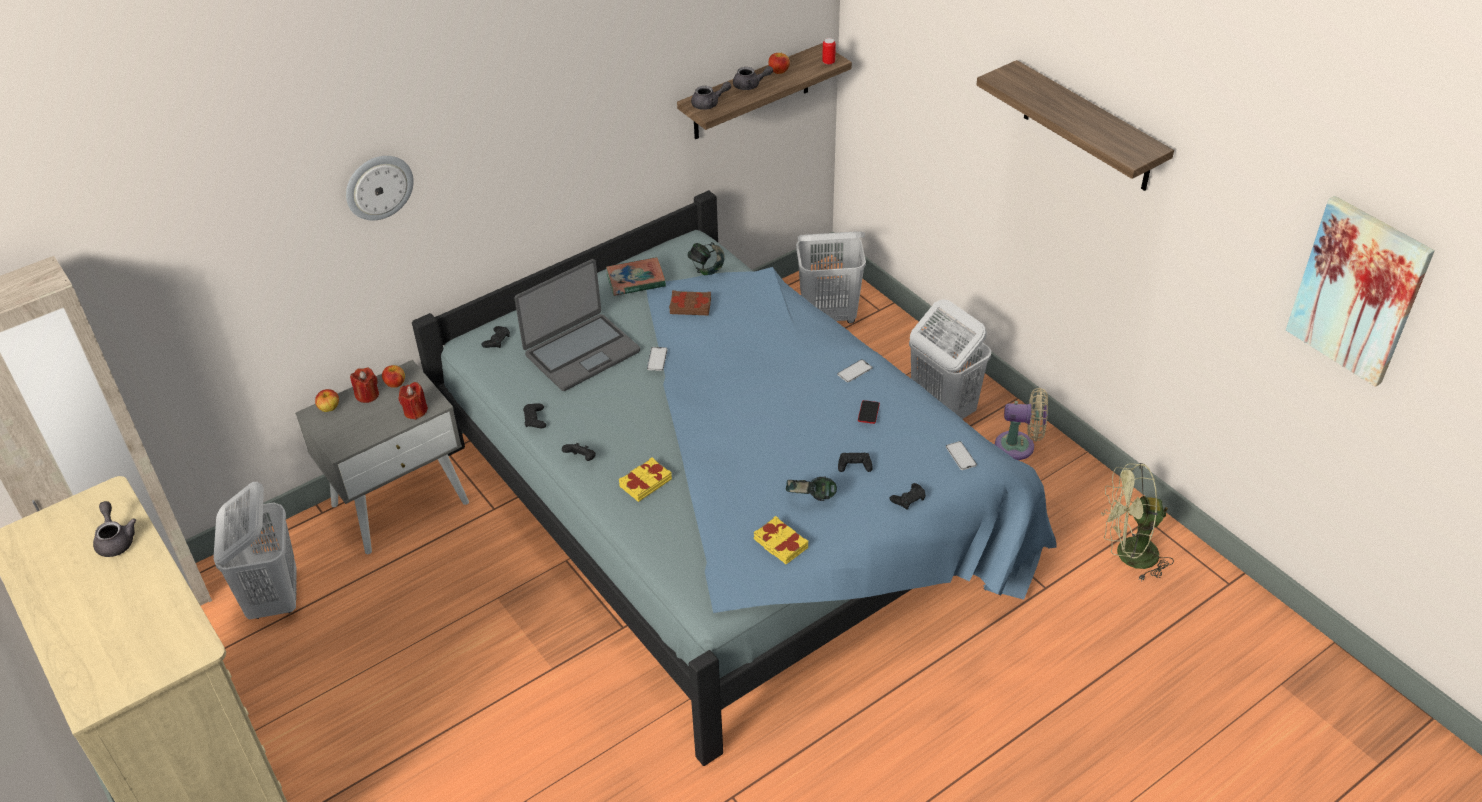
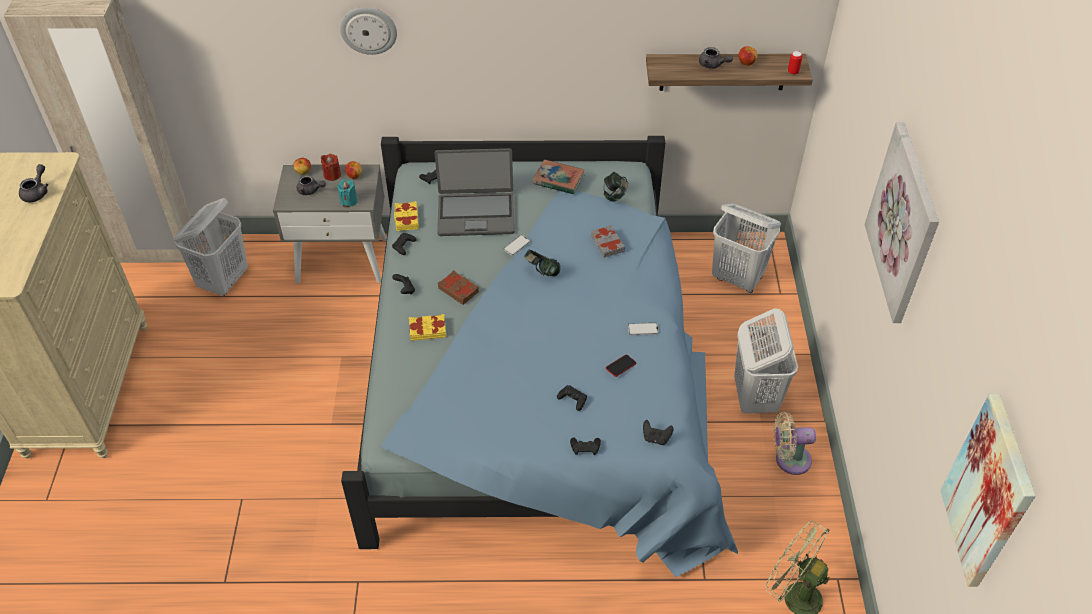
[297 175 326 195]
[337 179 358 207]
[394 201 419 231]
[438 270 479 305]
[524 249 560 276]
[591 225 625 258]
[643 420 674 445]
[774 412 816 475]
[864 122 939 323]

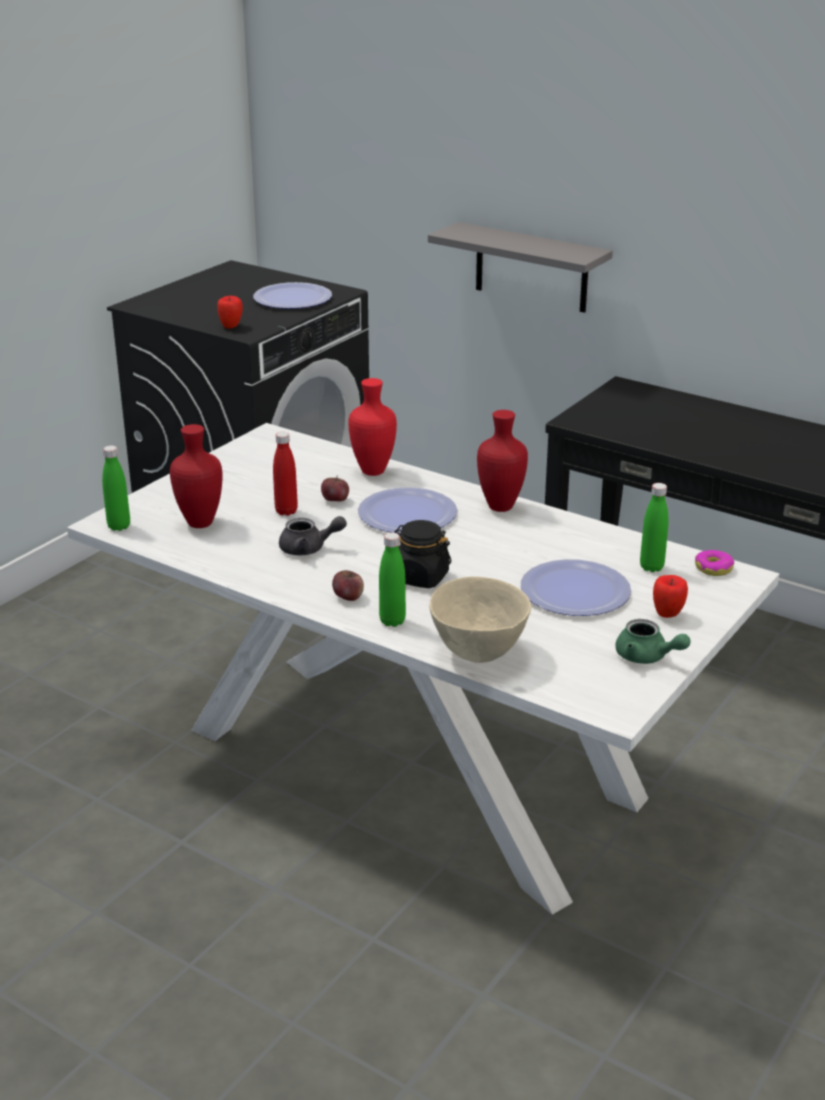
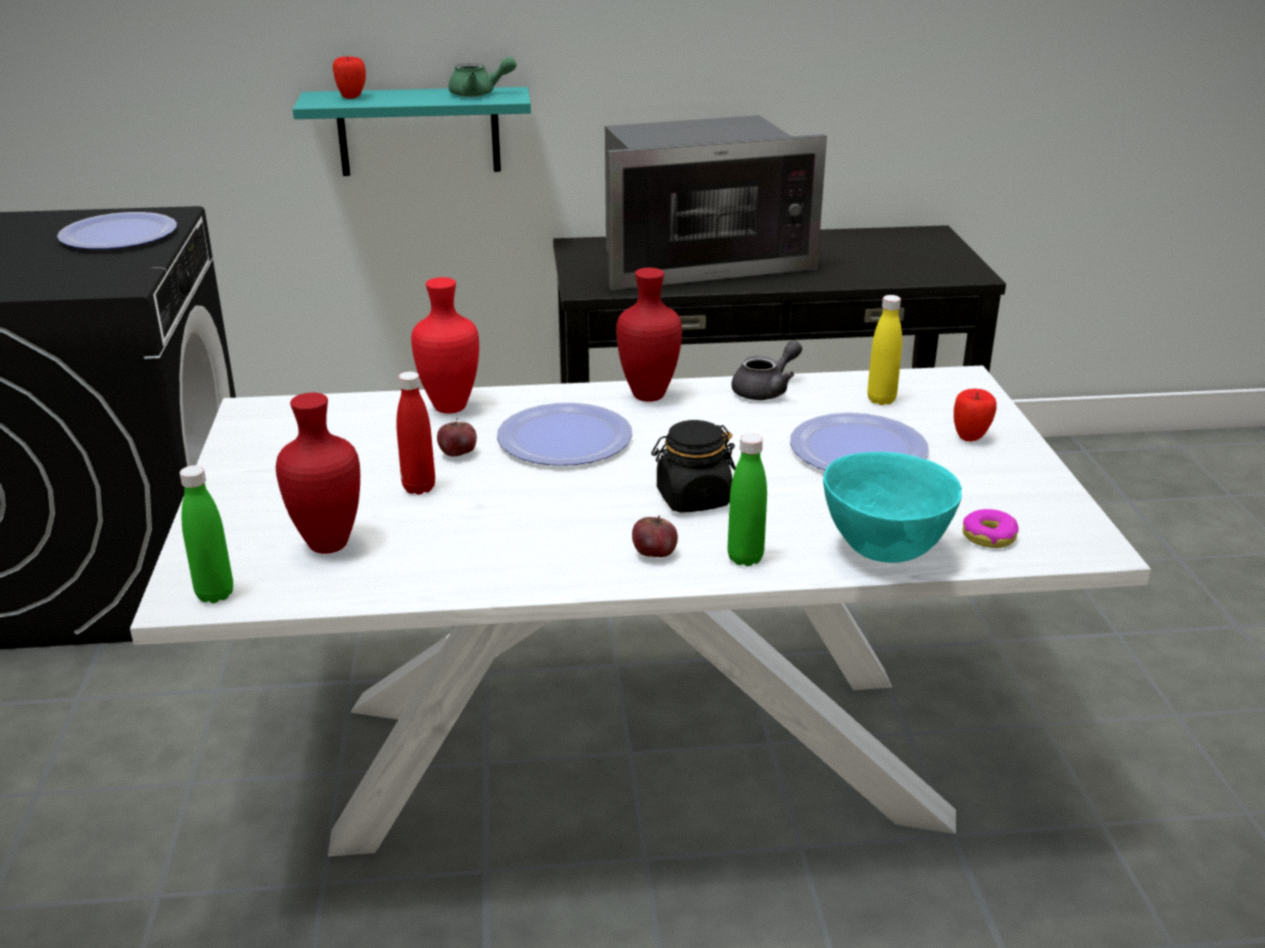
[293 87 531 176]
[333 56 366 99]
[448 57 517 97]
[605 115 827 291]
[732 340 802 400]
[823 452 962 563]
[867 295 902 405]
[962 509 1019 548]

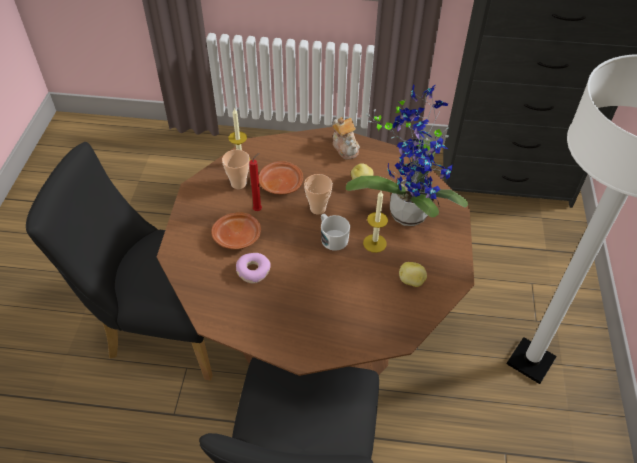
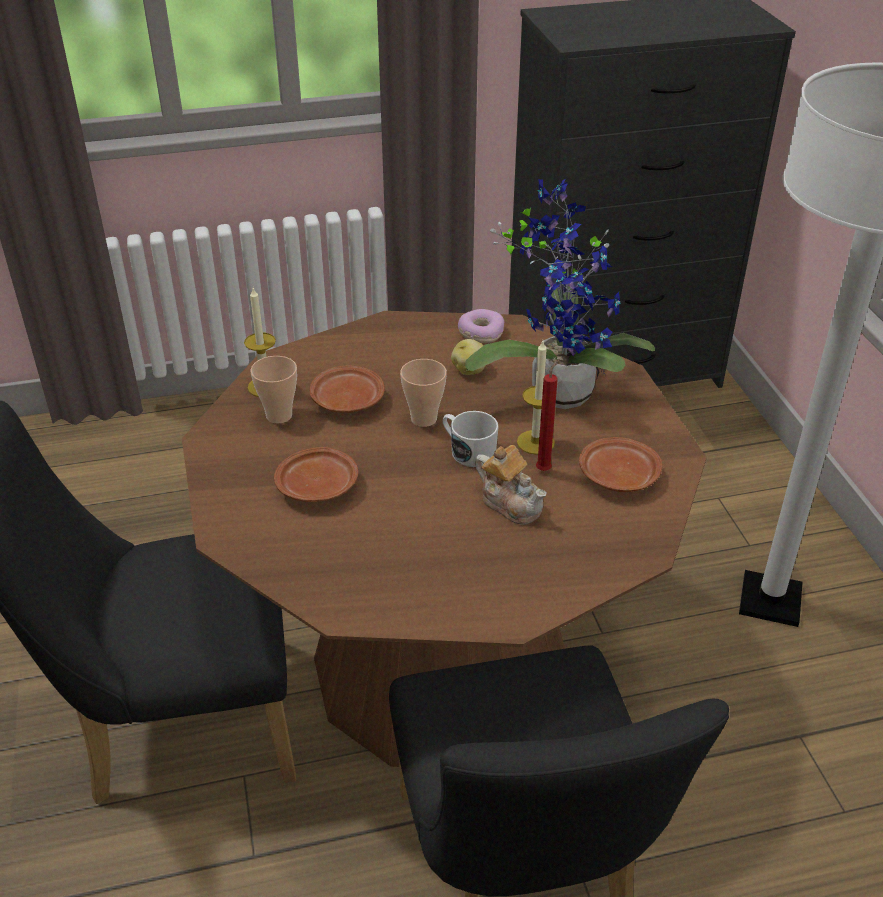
[458 309 504 343]
[475 445 547 525]
[536 359 558 471]
[579 437 662 492]

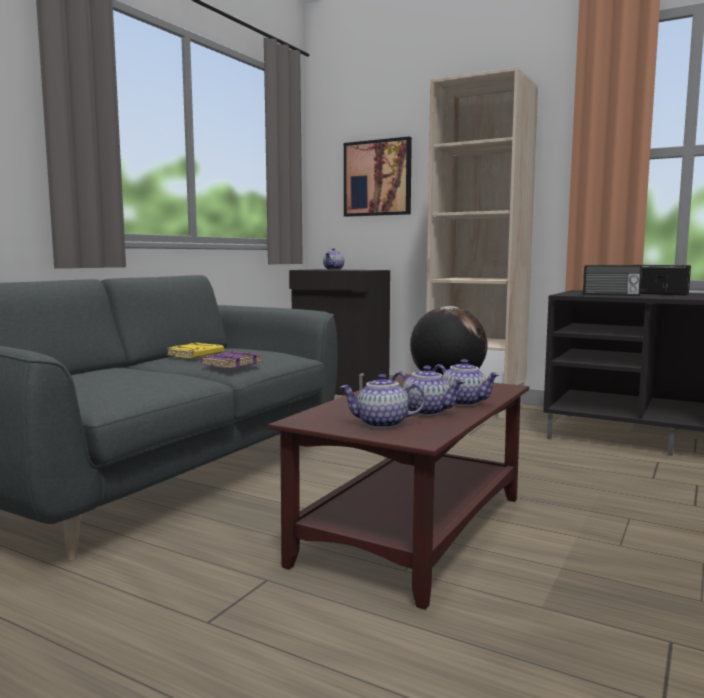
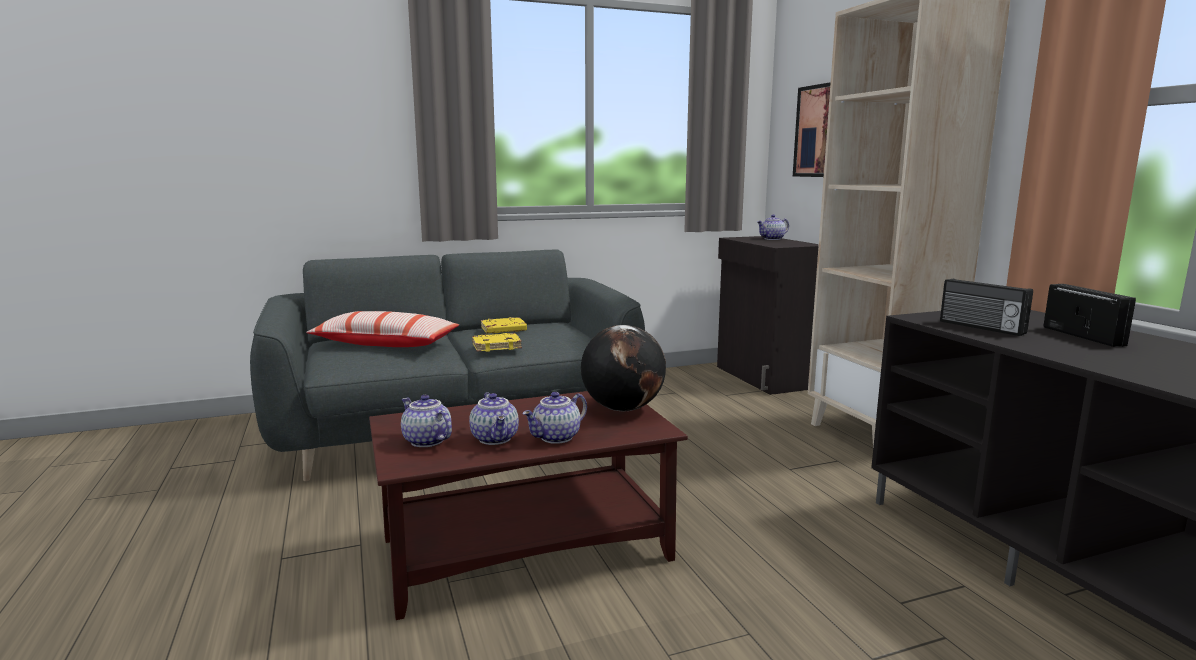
[306 311 459 347]
[472 333 522 352]
[522 392 587 444]

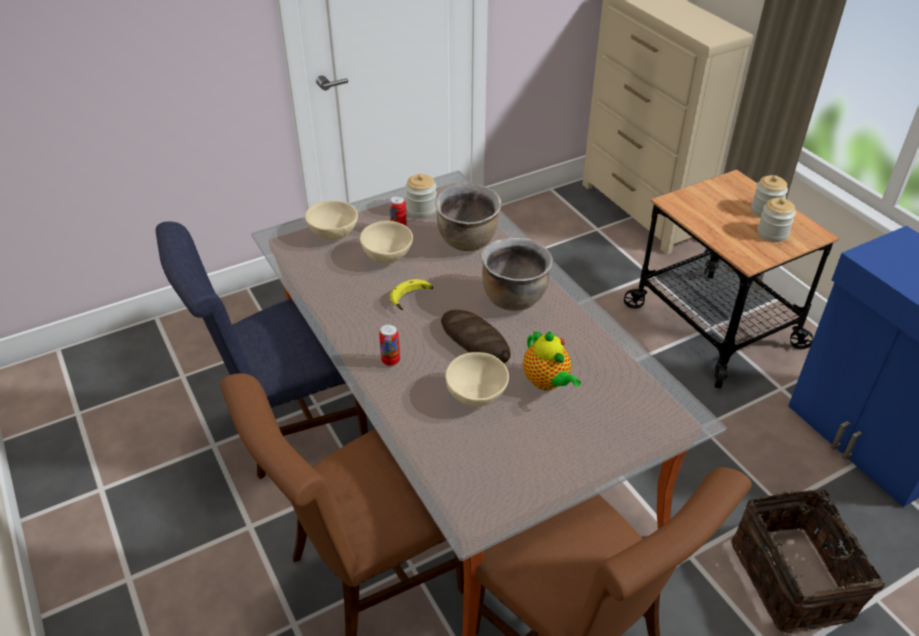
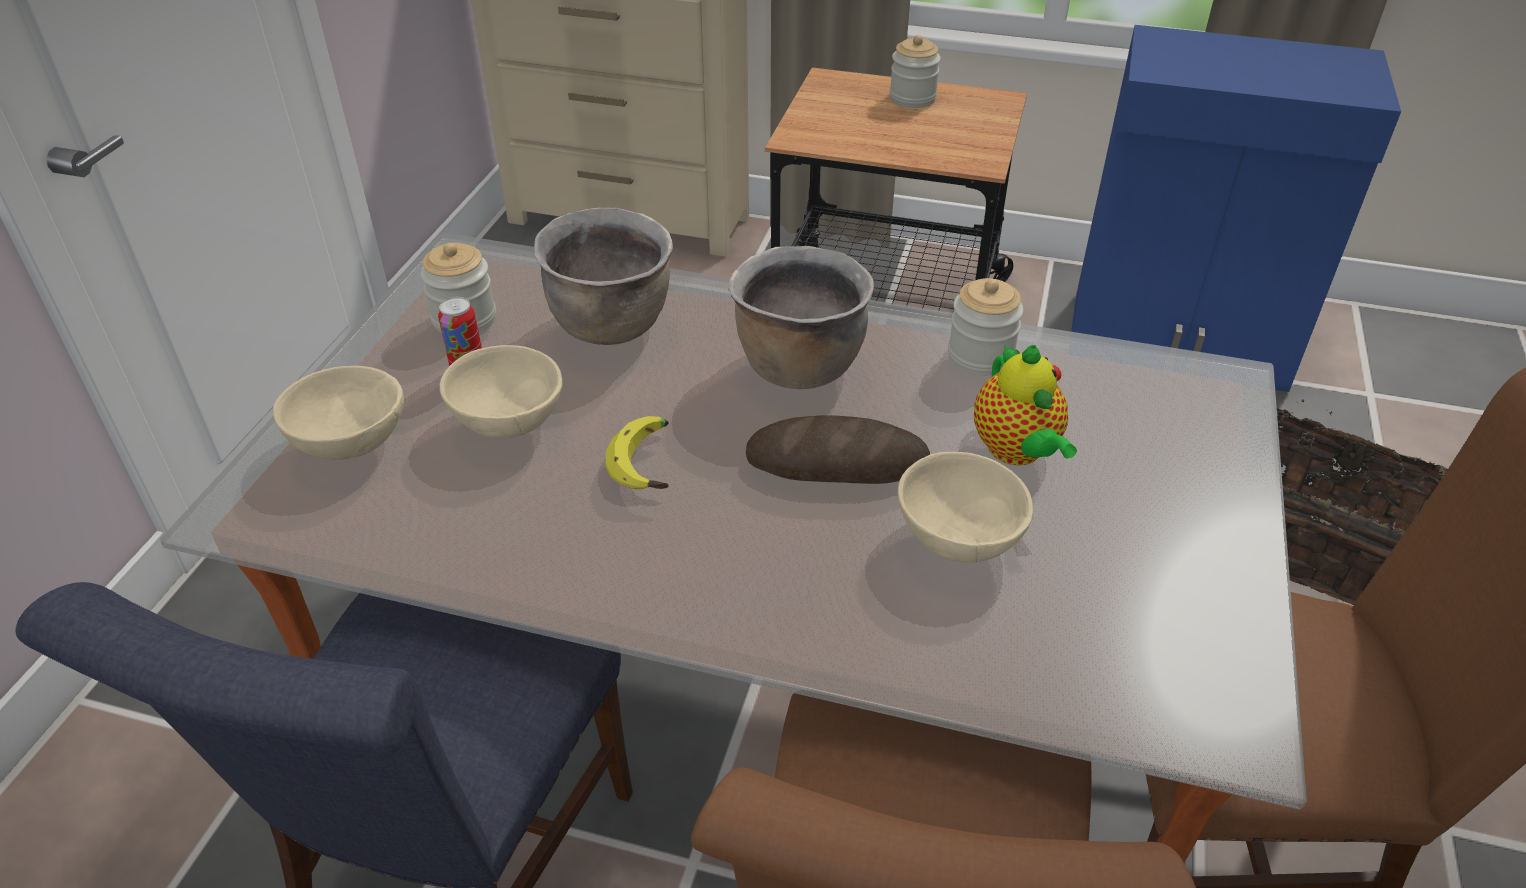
[948 278 1024 376]
[974 345 1077 465]
[379 324 400 366] (first image)

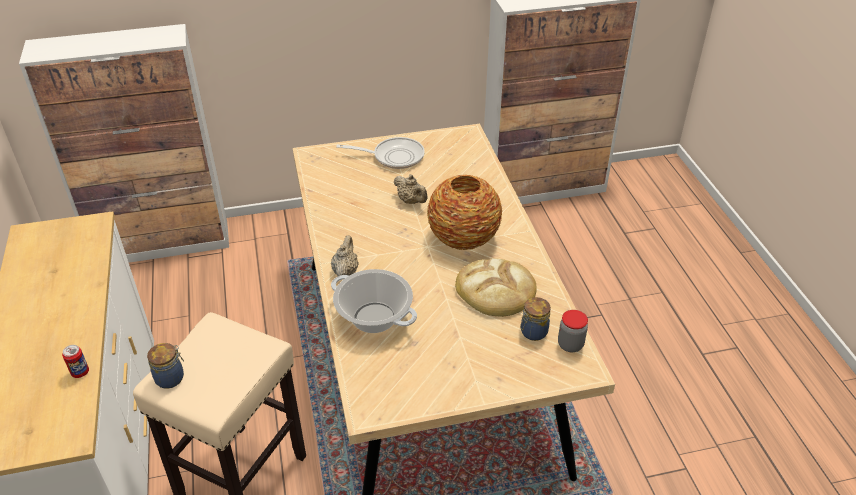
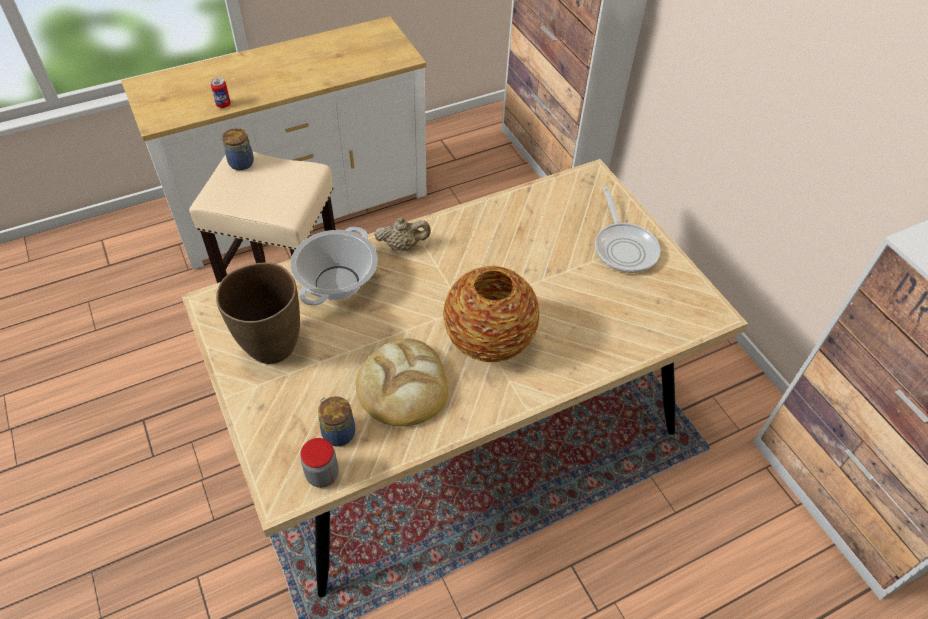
[216 262 300 364]
[394 174 427 204] (first image)

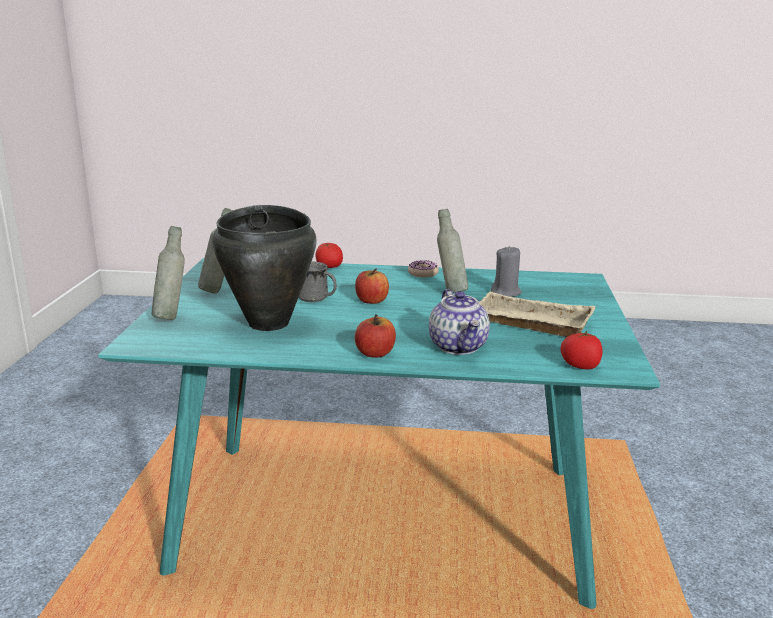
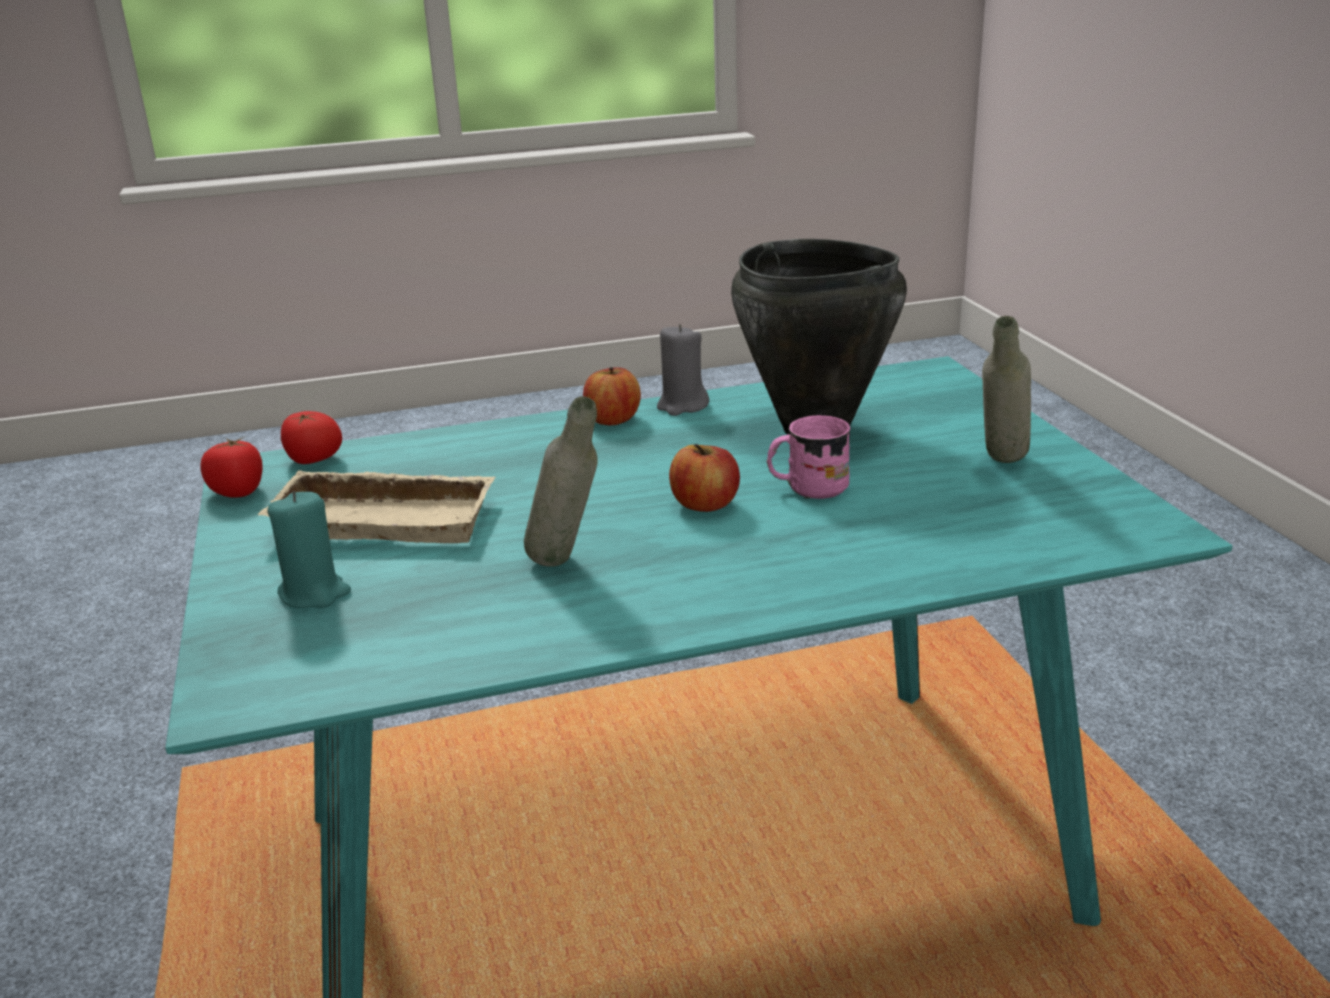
[200 437 263 498]
[268 491 351 608]
[657 324 709 416]
[767 415 851 499]
[151 226 185 320] (first image)
[408 260 439 278] (first image)
[429 289 490 355] (first image)

